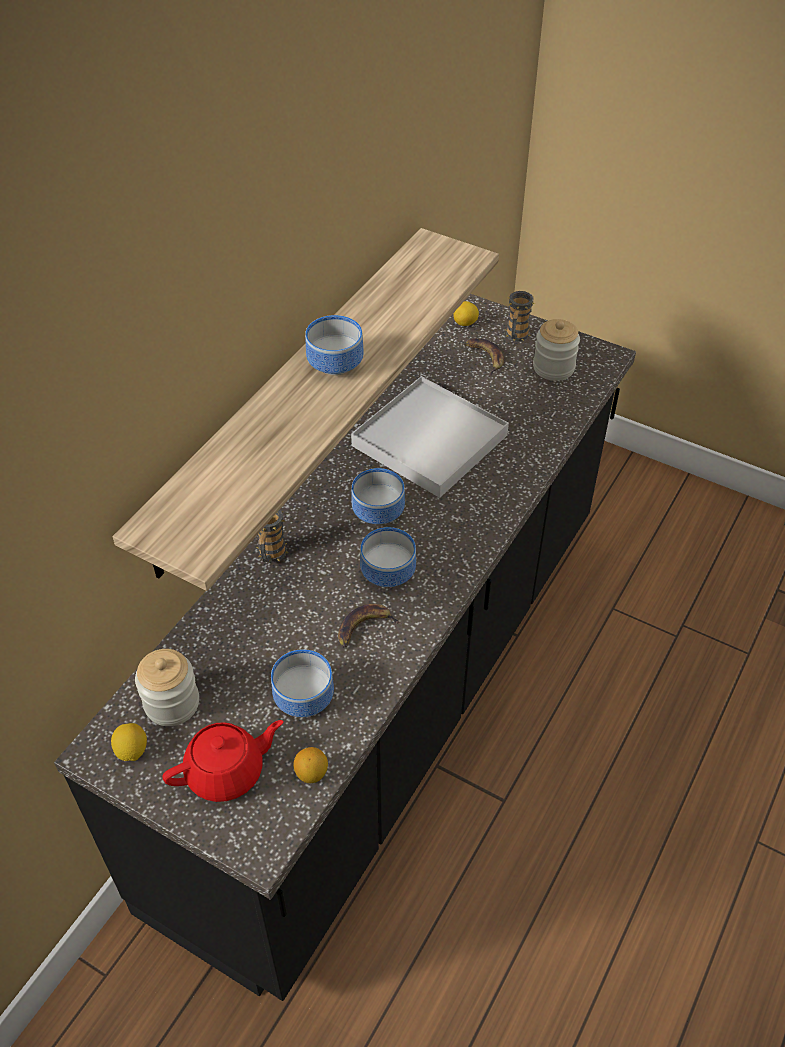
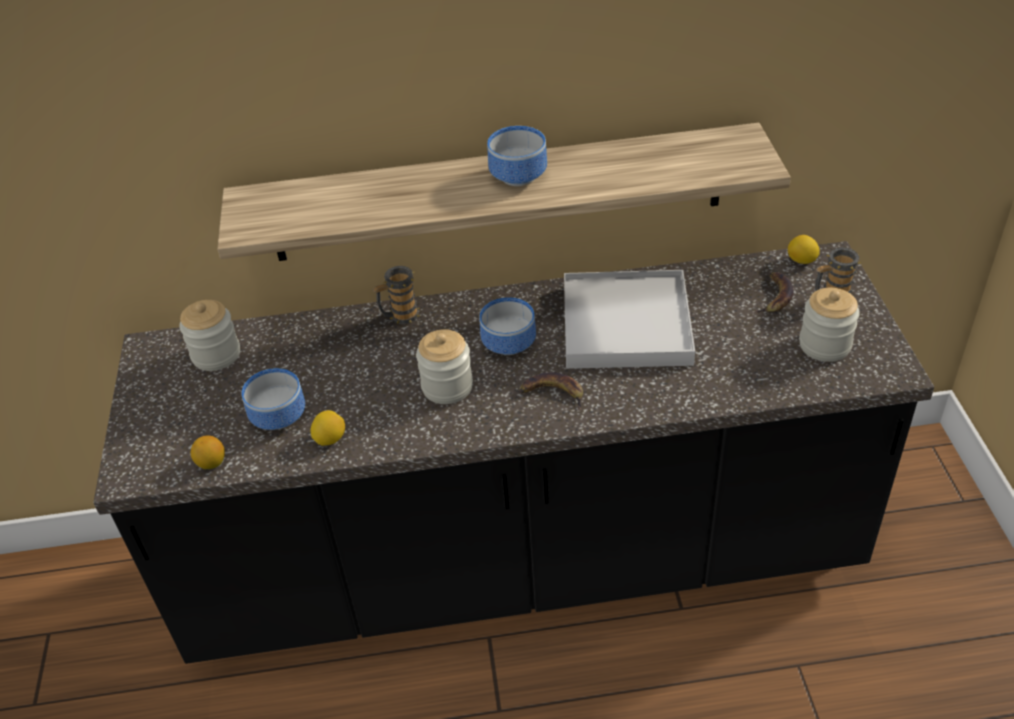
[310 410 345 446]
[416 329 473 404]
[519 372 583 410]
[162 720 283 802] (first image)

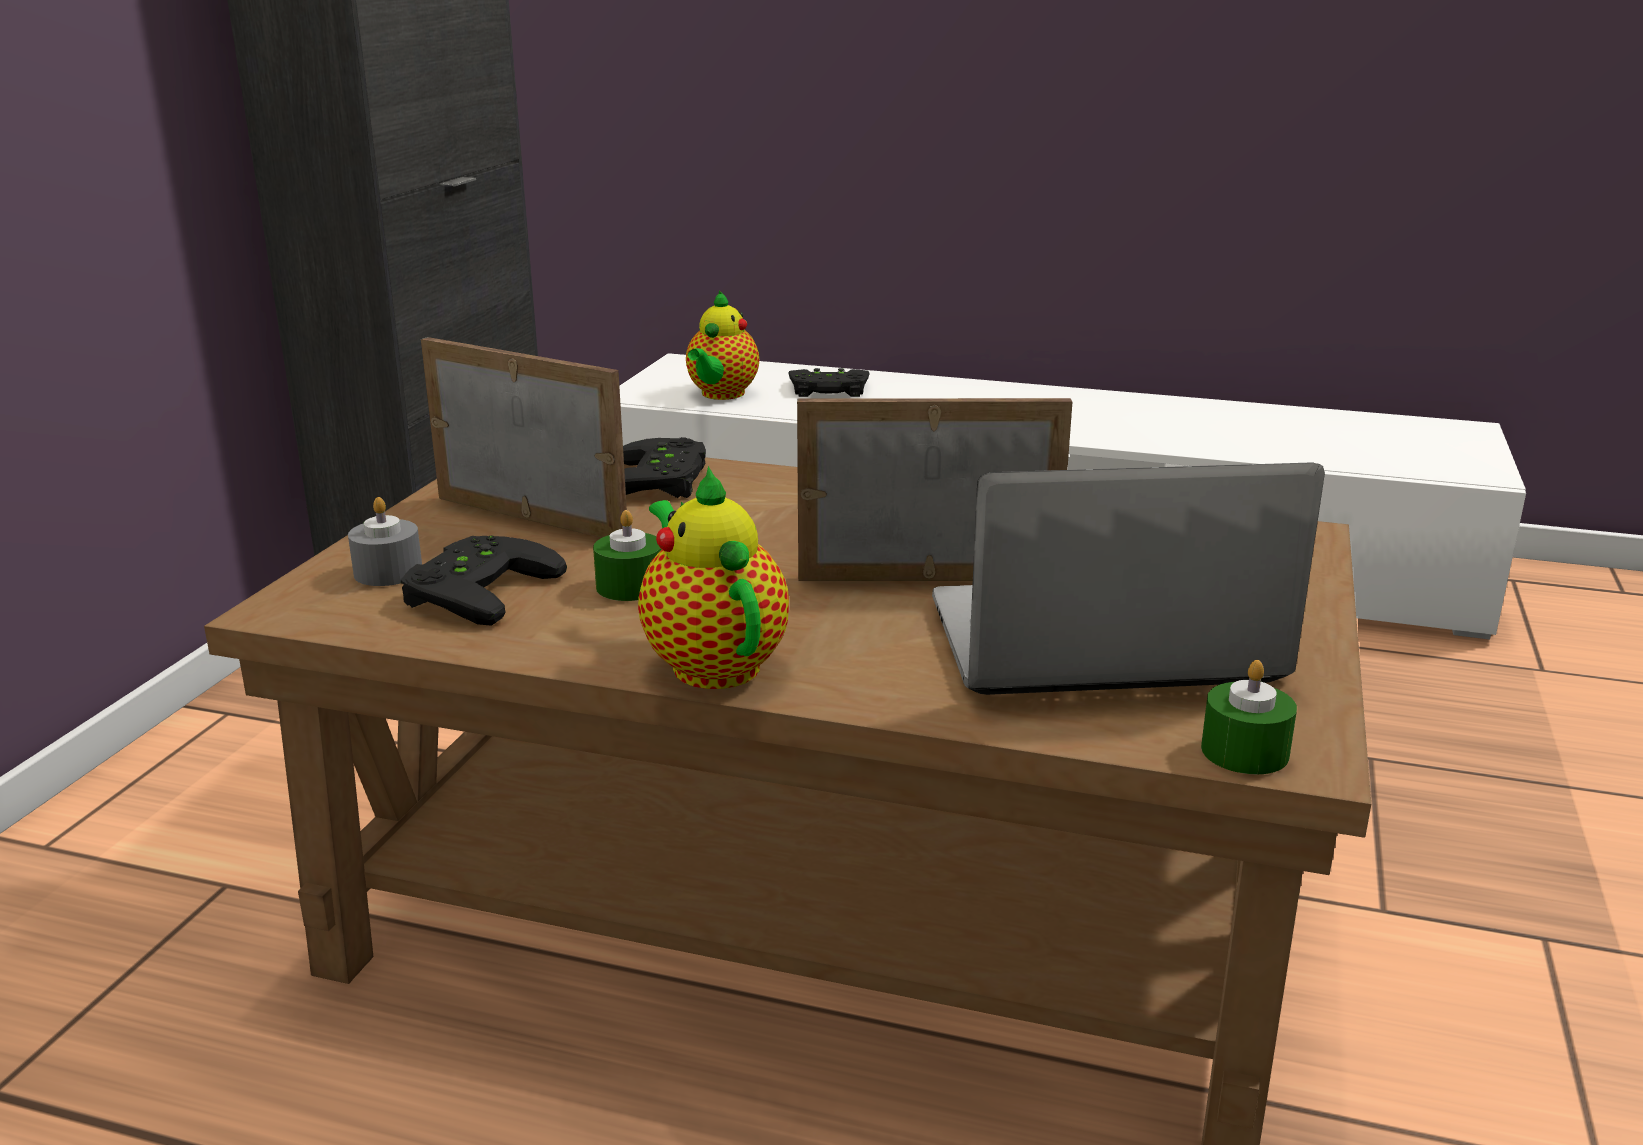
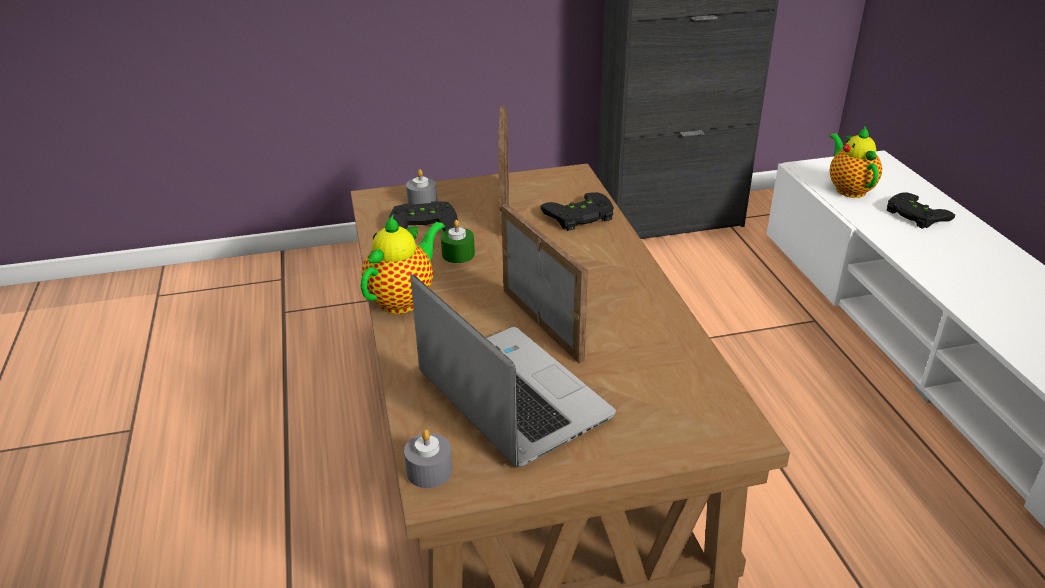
[404 430 452 488]
[829 126 882 198]

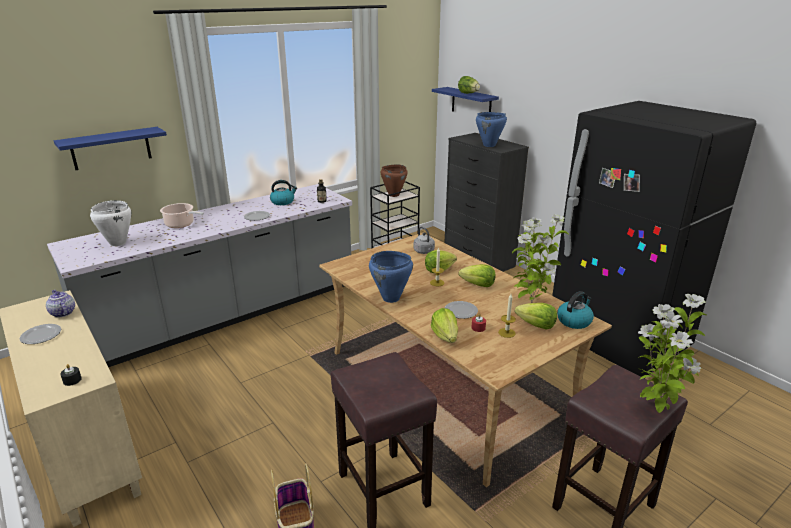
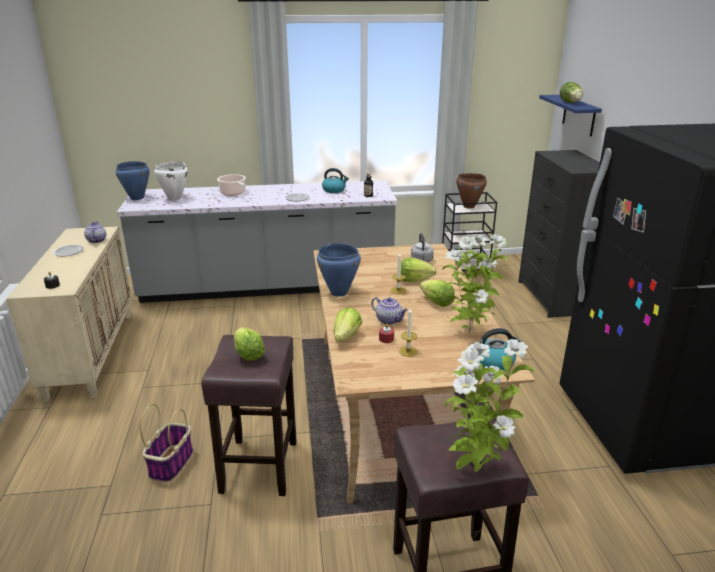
[116 161 150 200]
[234 327 265 361]
[371 297 408 325]
[54 127 167 170] (first image)

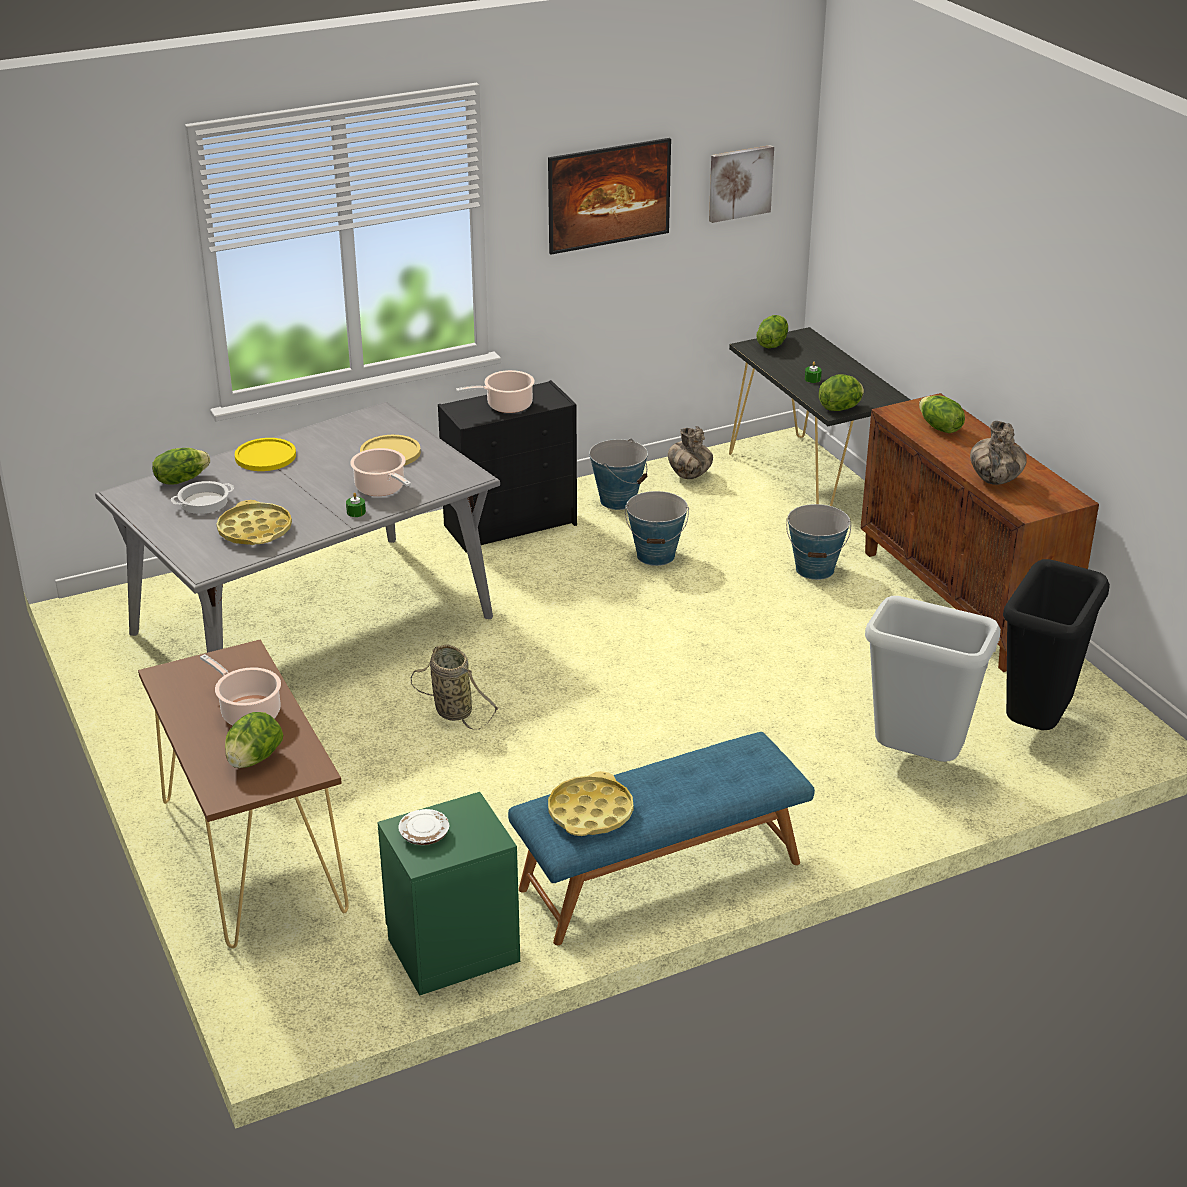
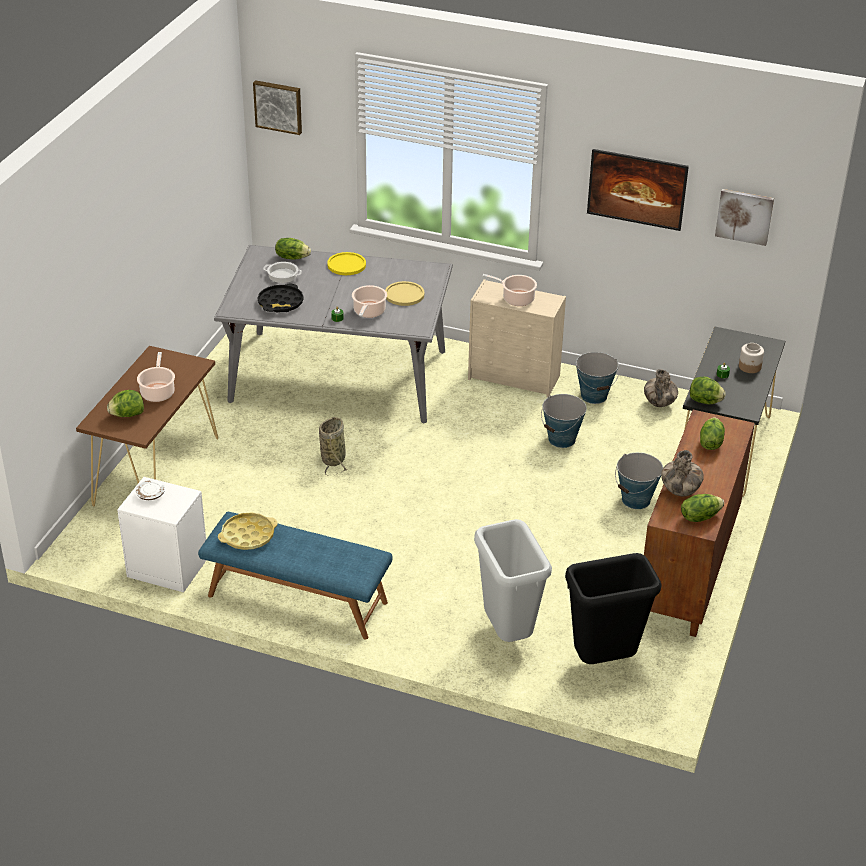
[117 477 206 592]
[253 80 302 135]
[258 283 304 312]
[468 279 566 397]
[681 494 724 522]
[739 343 764 373]

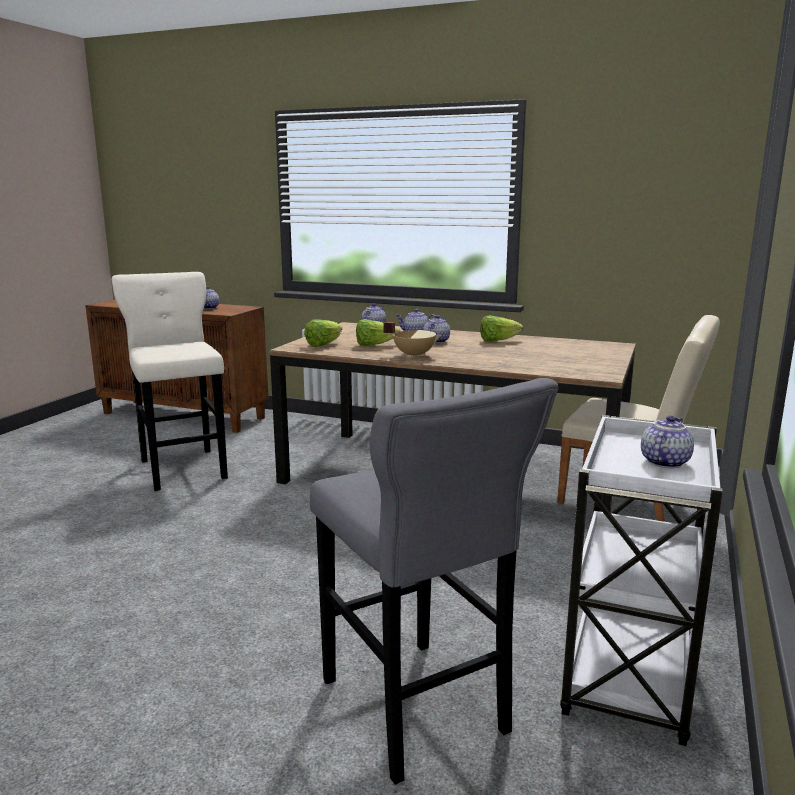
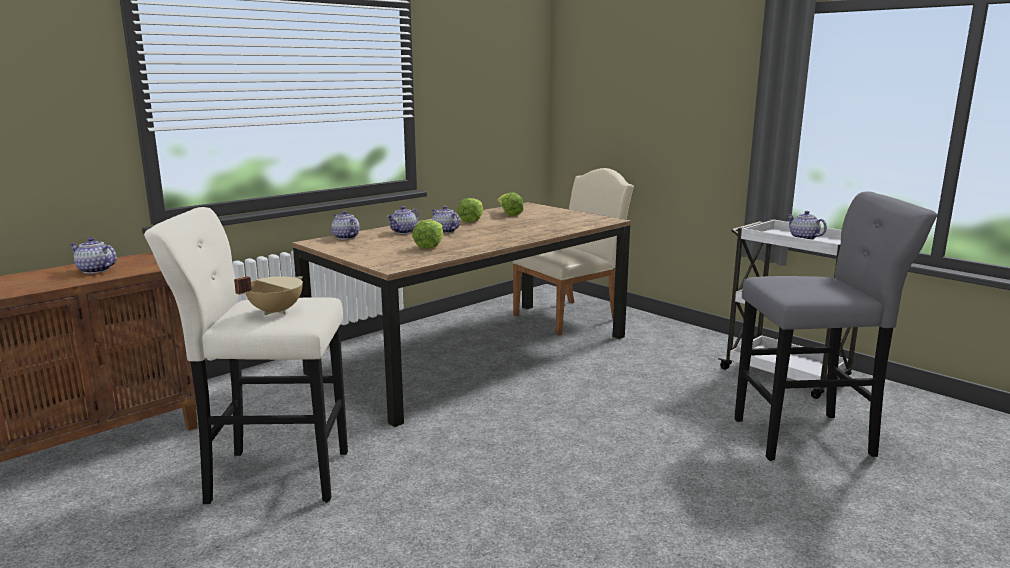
[234 276 303 315]
[497 192 524 216]

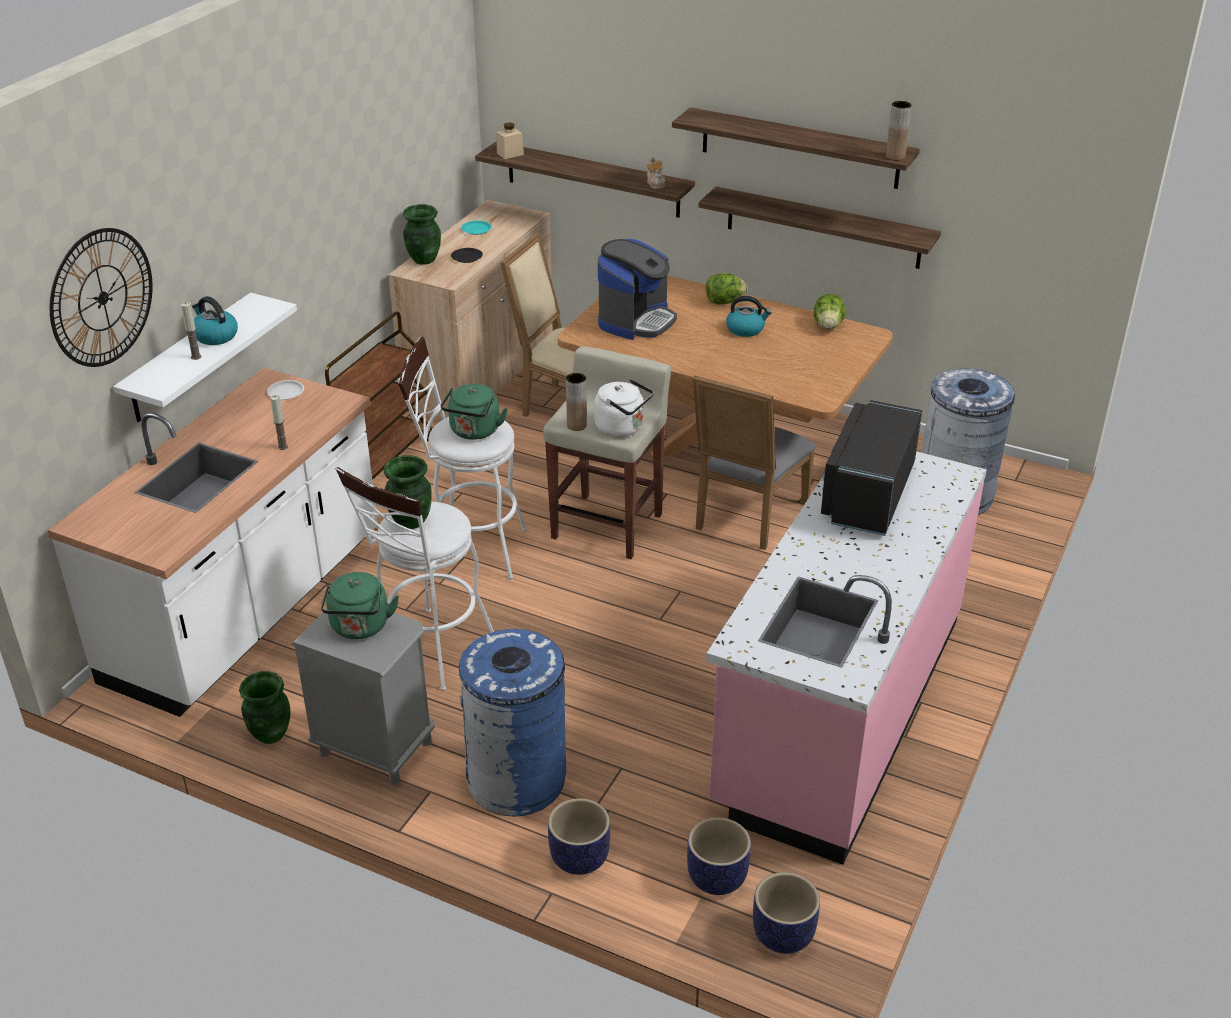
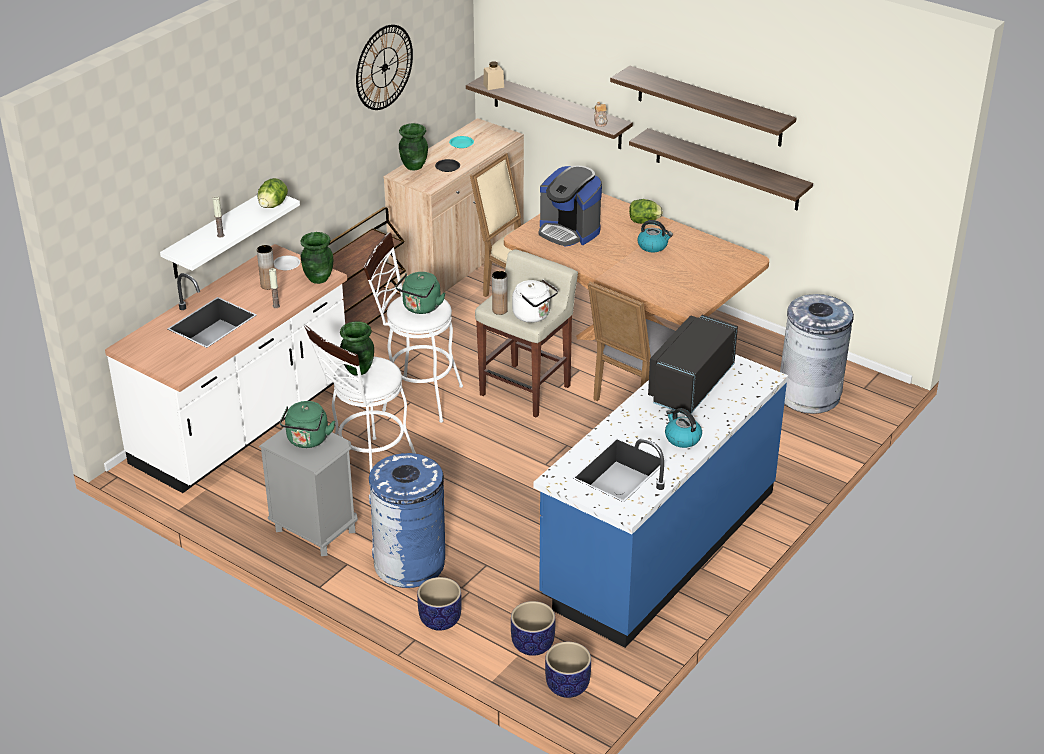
[257 245 274 290]
[258 178 288 208]
[300 232 333 284]
[356 24 413 110]
[533 354 788 648]
[539 165 602 247]
[665 408 702 448]

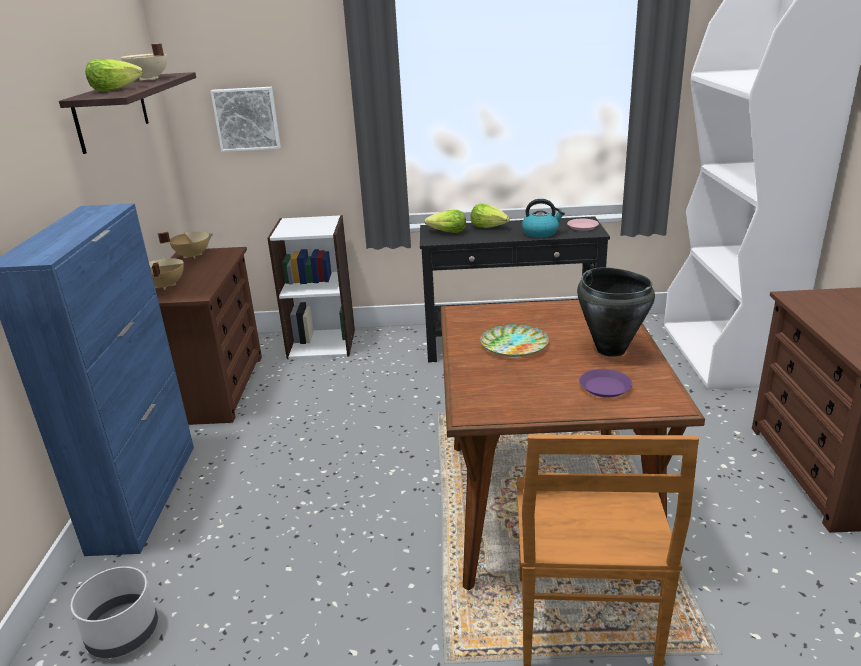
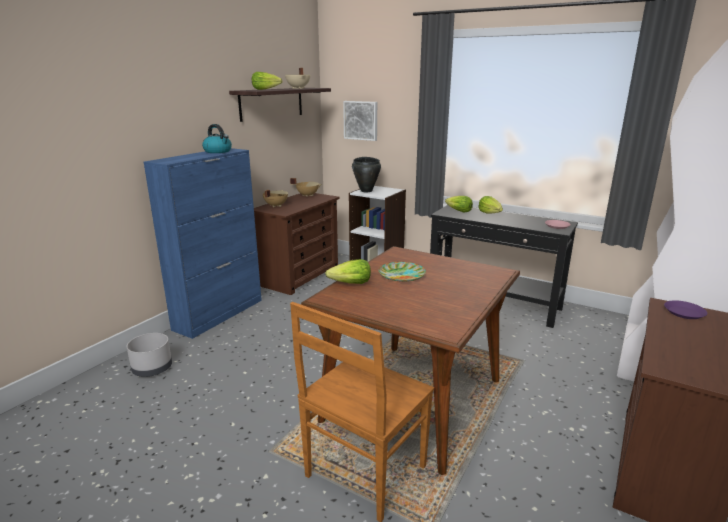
[202 124 232 153]
[325 259 371 284]
[352 157 381 192]
[664 300 707 319]

